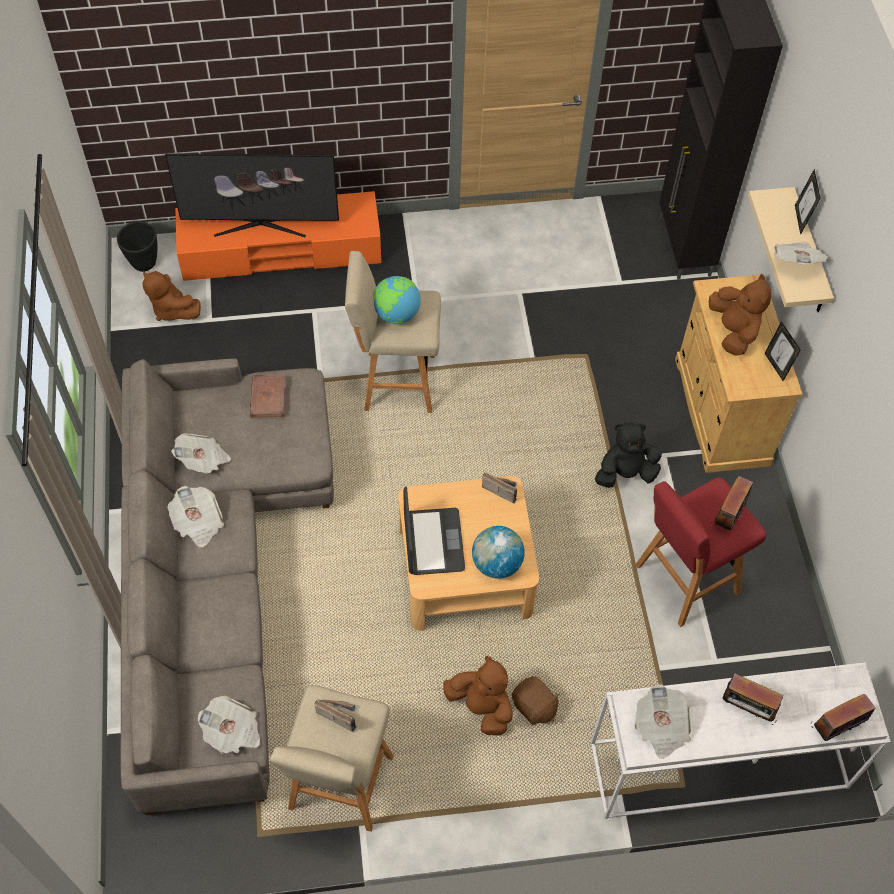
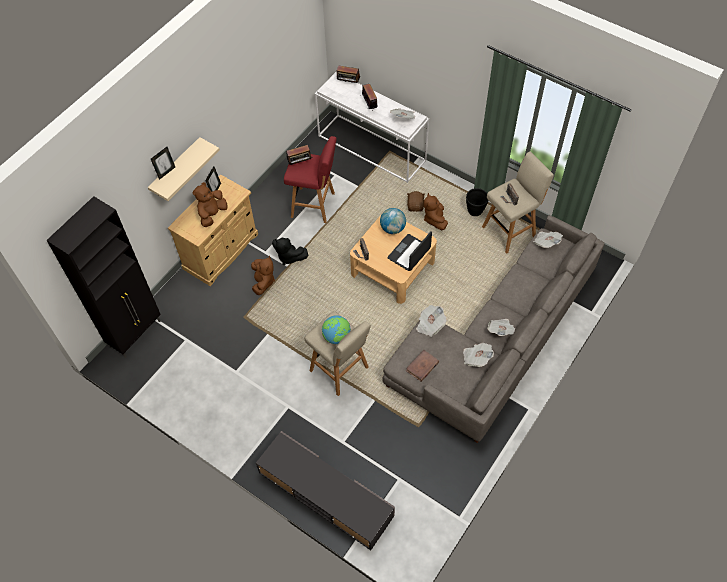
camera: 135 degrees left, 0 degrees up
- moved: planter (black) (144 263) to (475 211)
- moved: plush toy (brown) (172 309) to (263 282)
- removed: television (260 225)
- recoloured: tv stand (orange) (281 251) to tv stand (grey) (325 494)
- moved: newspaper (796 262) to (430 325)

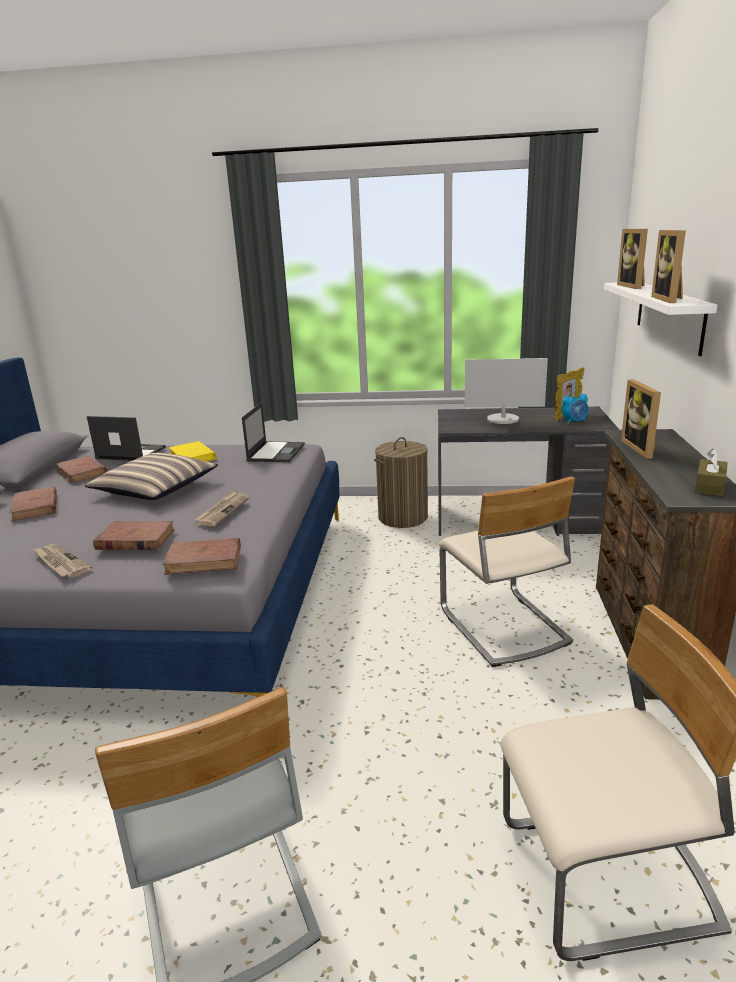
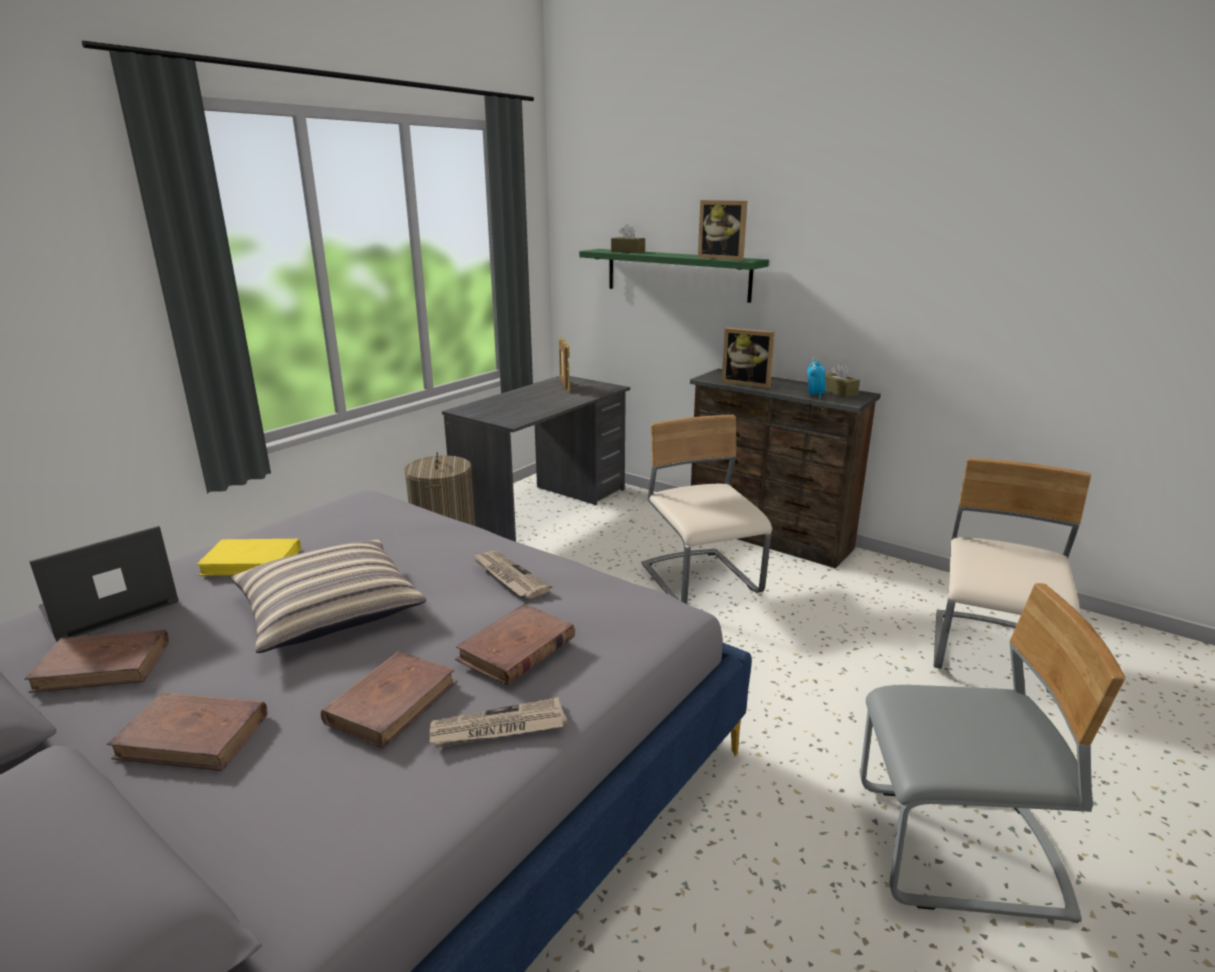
camera: 60 degrees left, 0 degrees up
- moved: book (brown) (204 560) to (392 702)
- removed: laptop (276 452)
- turned: chair (beige) (502 627) = (701 580) 120 degrees counterclockwise
- removed: monitor (503 419)
- moved: alarm clock (574 422) to (814 395)
- recoloured: shelf (white) (669 315) to shelf (green) (677 274)
- replaced: picture frame (634 286) to tissue box (brown) (628 252)

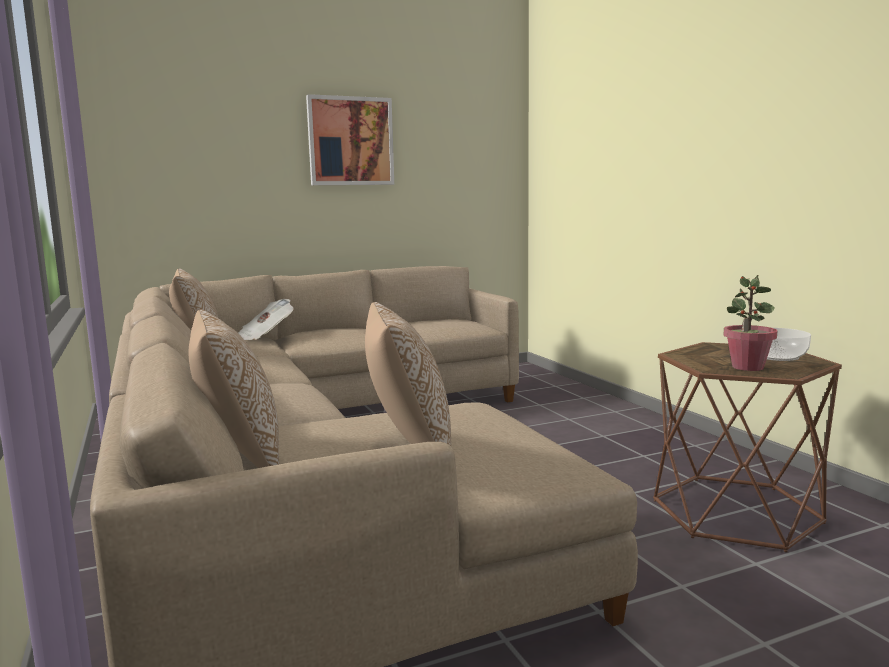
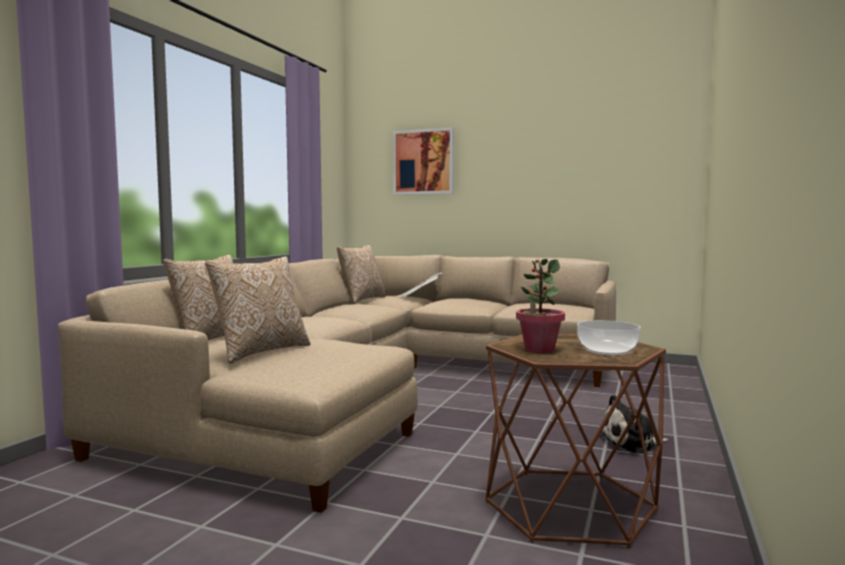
camera: 45 degrees right, 5 degrees down
- moved: picture (350 141) to (423 162)
- added: plush toy (633 444)

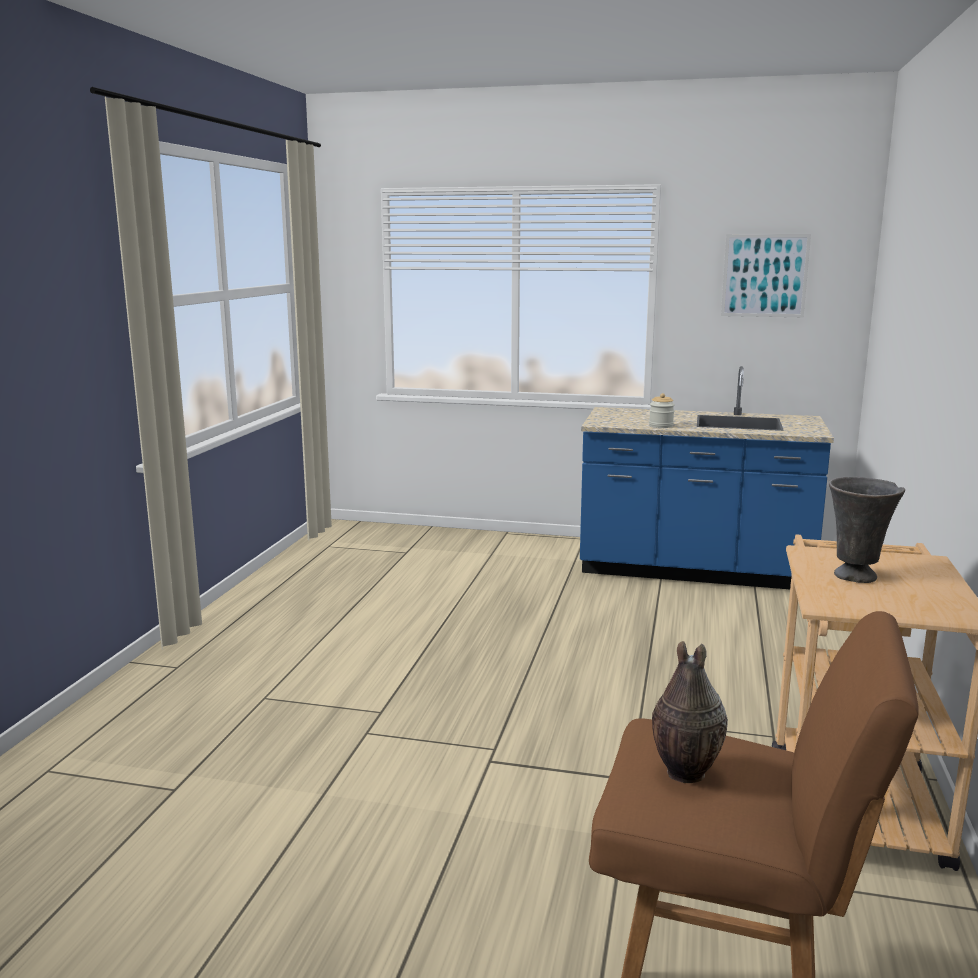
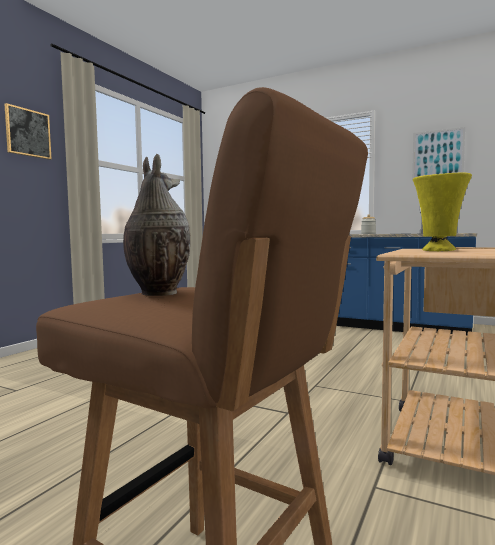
camera: 15 degrees right, 10 degrees down
- recoloured: vase (grey) (856 577) to vase (yellow) (439 250)
- added: picture (28 133)

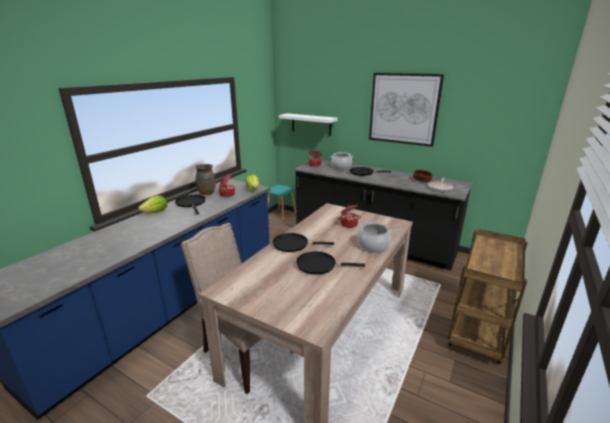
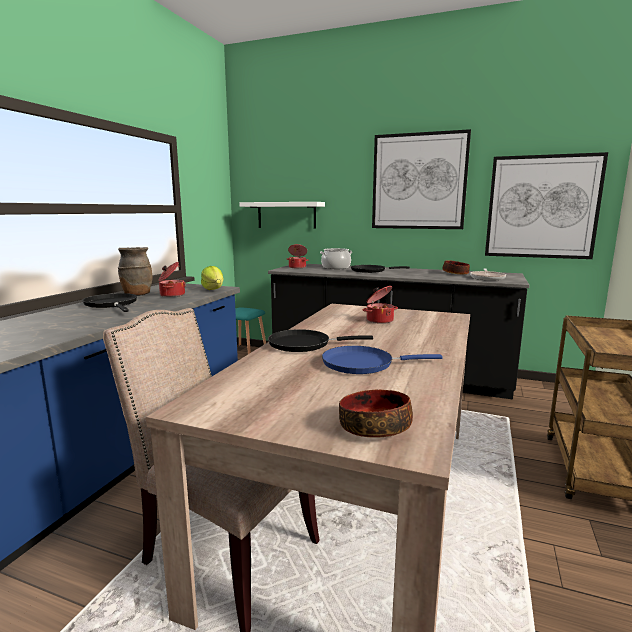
camera: 10 degrees left, 10 degrees down
- removed: lettuce (156 212)
- recoloured: frying pan (black) (319 265) to frying pan (blue) (362 364)
- removed: cooking pot (373 246)
- added: bowl (375 427)
- added: picture (542 207)

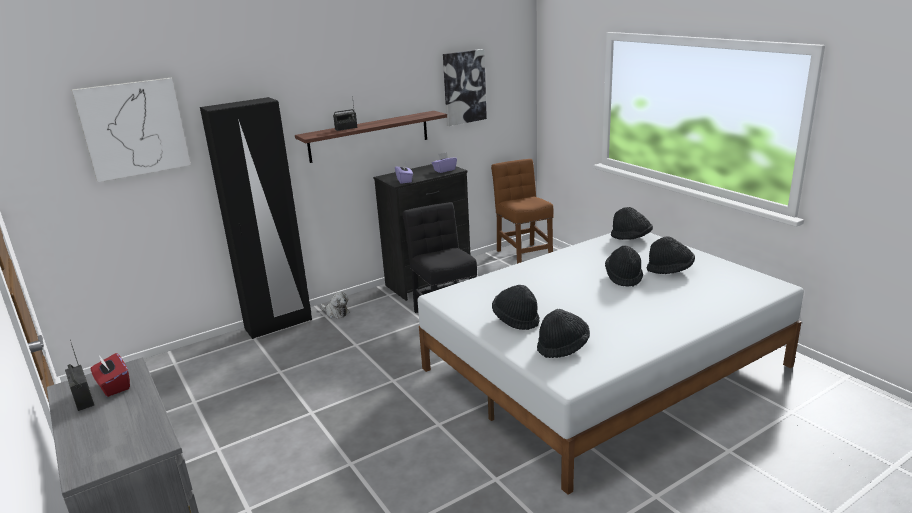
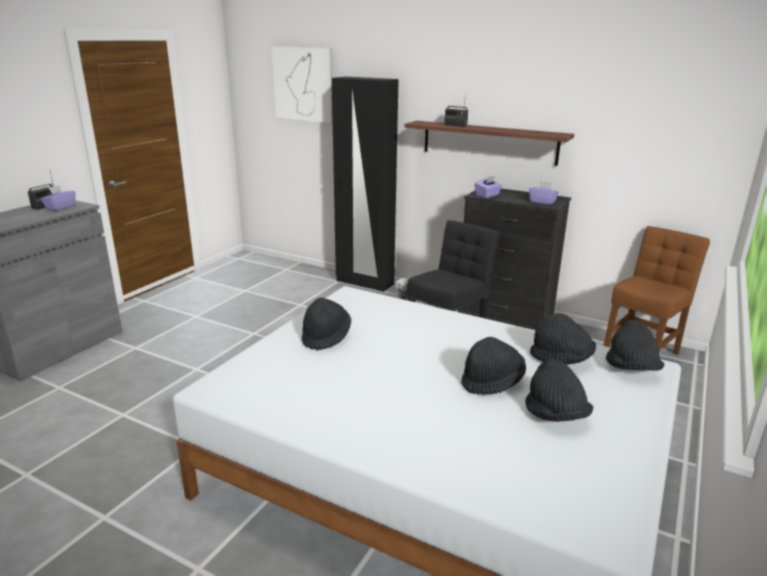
camera: 60 degrees right, 0 degrees up
- recoloured: tissue box (red) (113 386) to tissue box (purple) (60 207)
- removed: picture (464 87)
- moved: hat (black) (563 347) to (561 359)

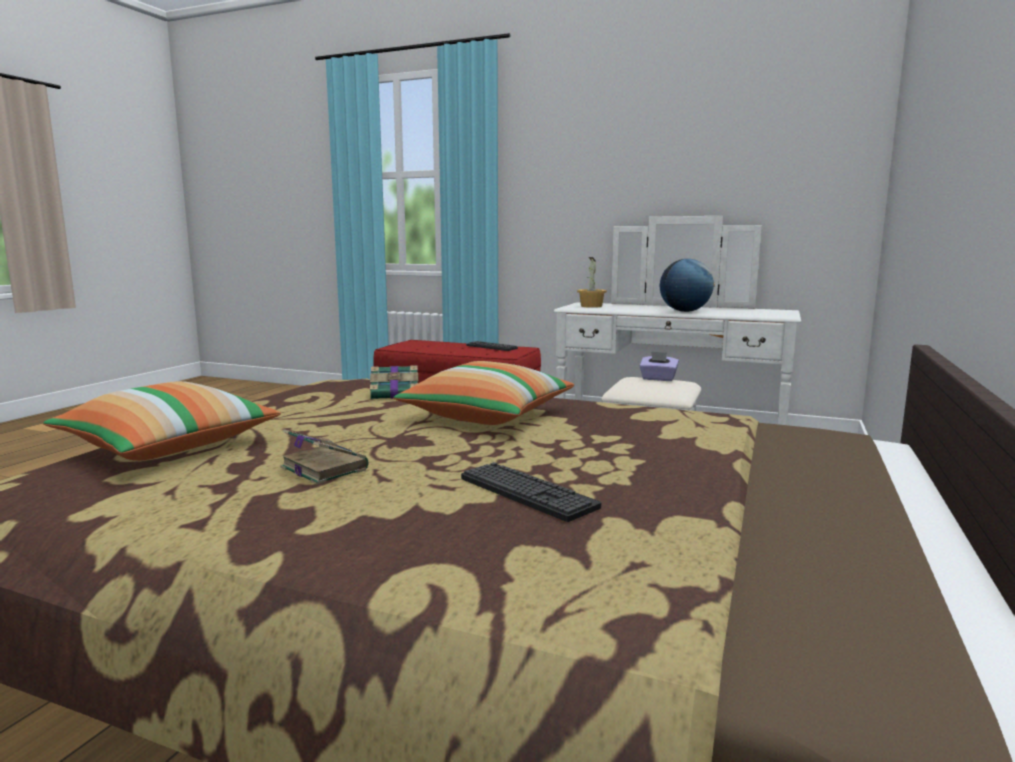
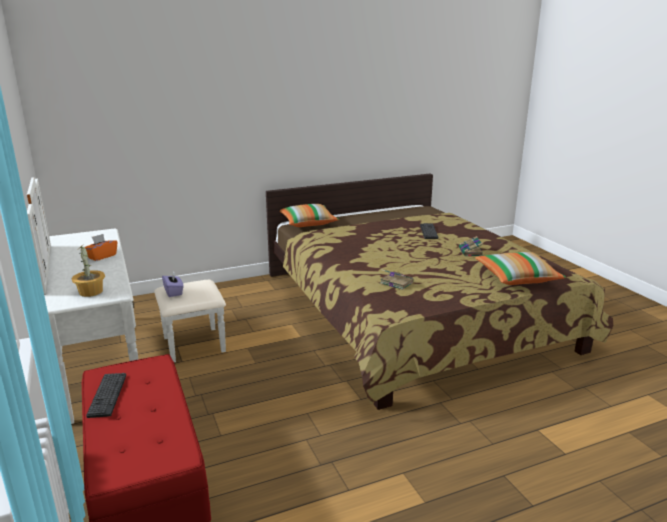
camera: 135 degrees left, 10 degrees up
- moved: pillow (487 416) to (308 223)
- replaced: globe (685 311) to tissue box (orange) (102 256)

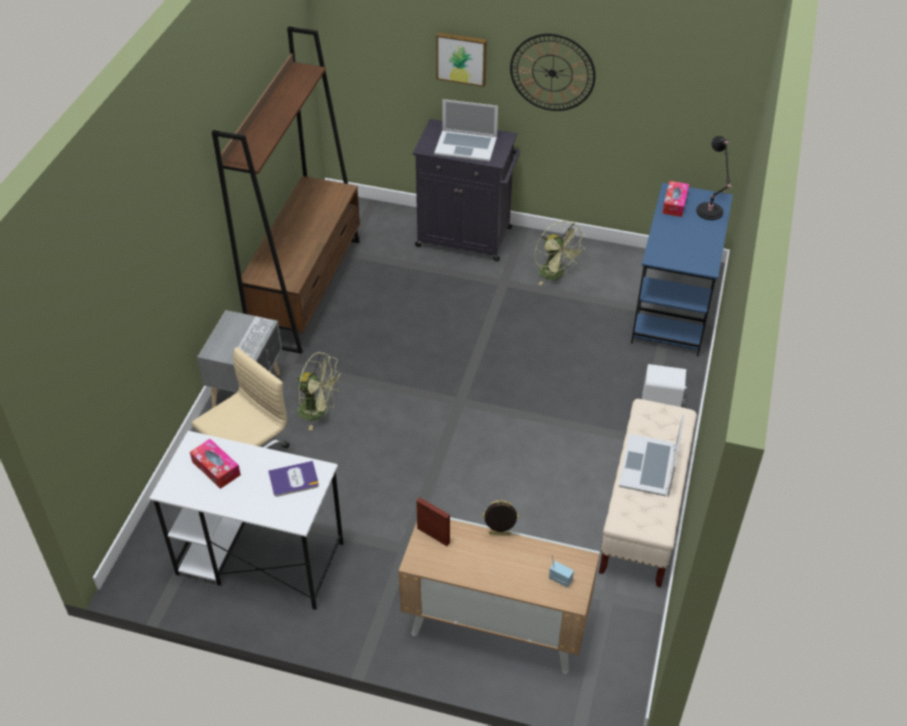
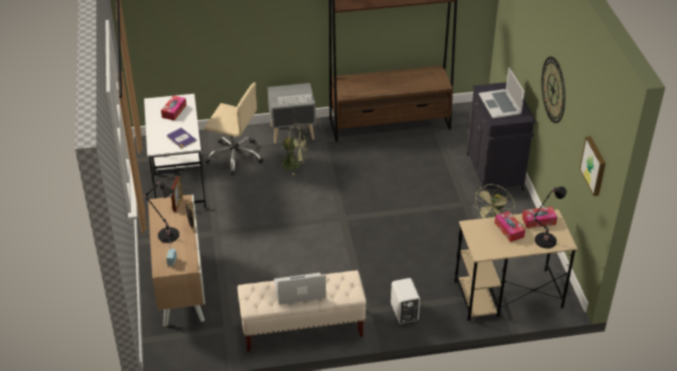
camera: 65 degrees right, 5 degrees down
- turned: fan (green) (318 411) = (295 164) 75 degrees counterclockwise
- moved: picture (462 58) to (594 165)
- recoloured: desk (blue) (673 309) to desk (beige) (507 295)
- added: table lamp (black) (167 234)
- added: tissue box (509 230)

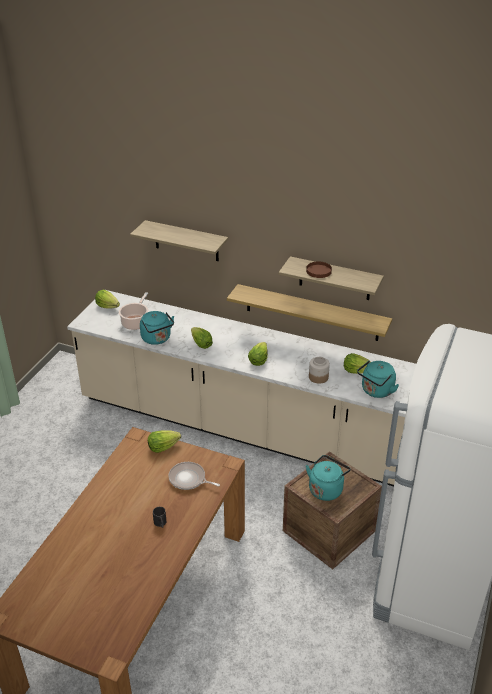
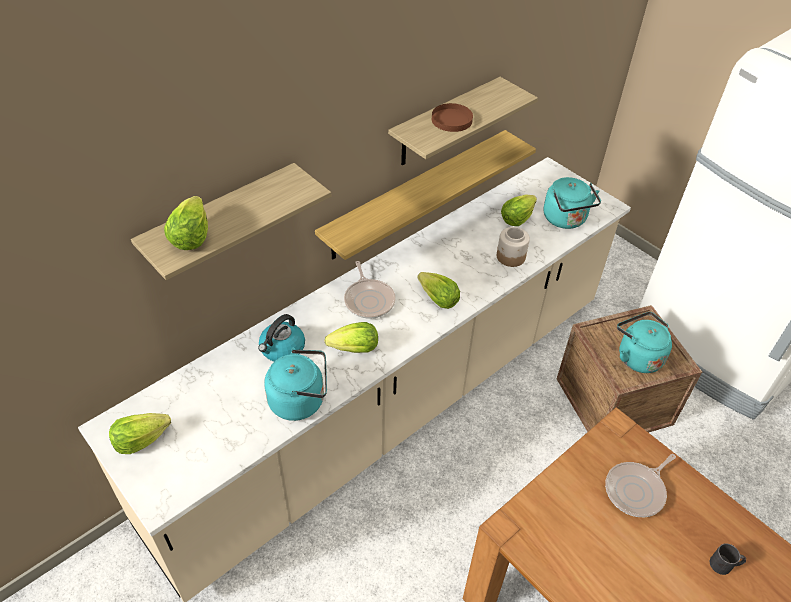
camera: 65 degrees left, 10 degrees up
- removed: cooking pot (135 322)
- moved: lettuce (163 447) to (191 237)
- added: kettle (282 349)
- added: frying pan (369 300)

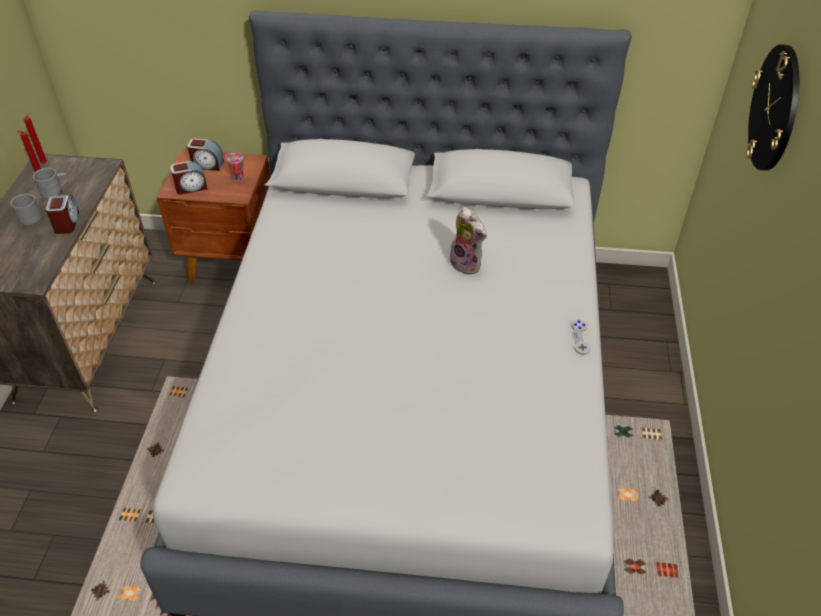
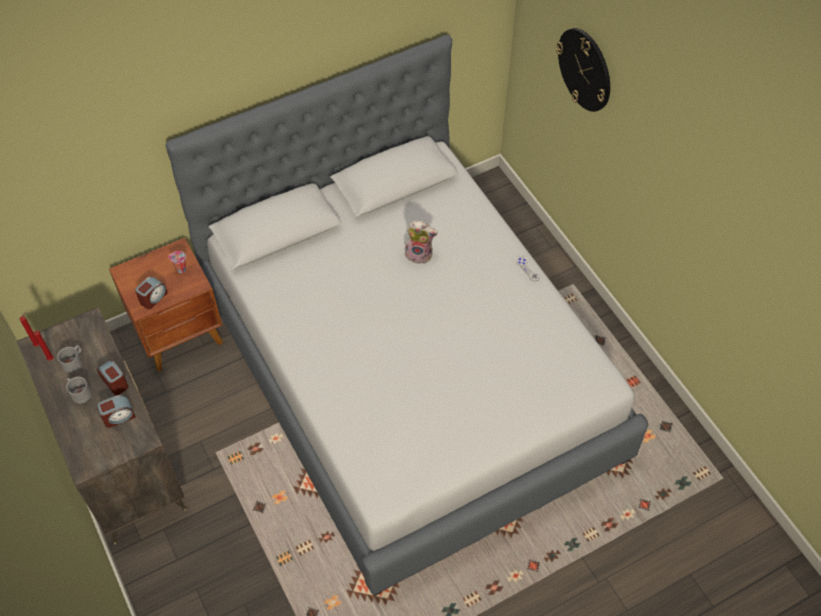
camera: 35 degrees left, 10 degrees up
- moved: alarm clock (207 165) to (118 416)

